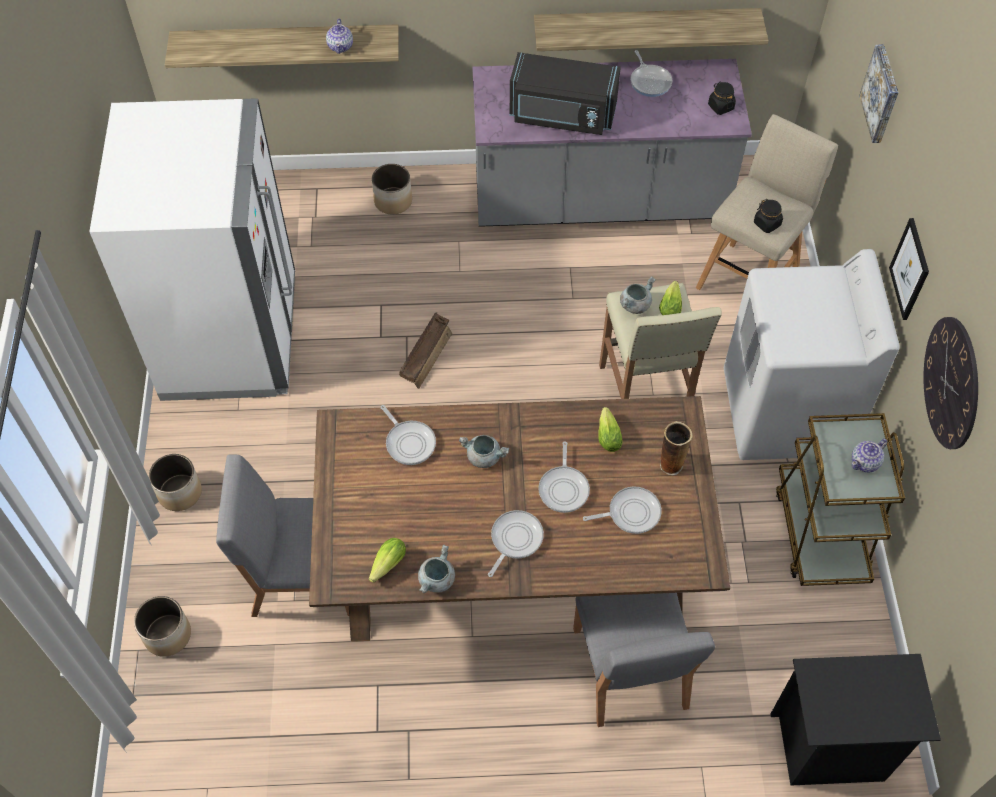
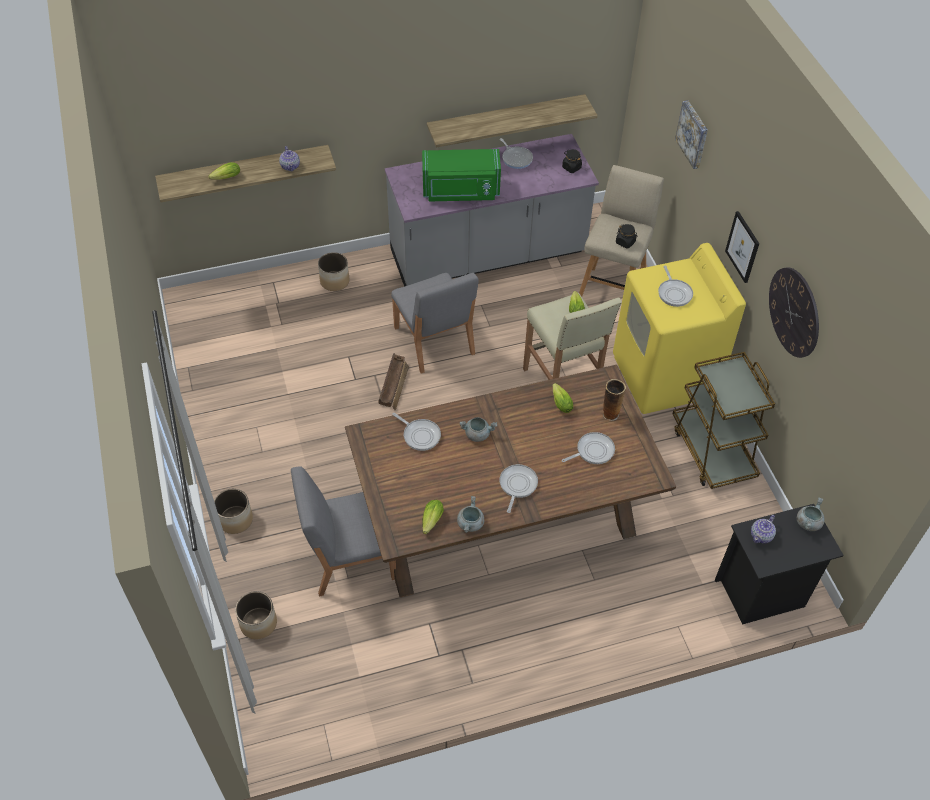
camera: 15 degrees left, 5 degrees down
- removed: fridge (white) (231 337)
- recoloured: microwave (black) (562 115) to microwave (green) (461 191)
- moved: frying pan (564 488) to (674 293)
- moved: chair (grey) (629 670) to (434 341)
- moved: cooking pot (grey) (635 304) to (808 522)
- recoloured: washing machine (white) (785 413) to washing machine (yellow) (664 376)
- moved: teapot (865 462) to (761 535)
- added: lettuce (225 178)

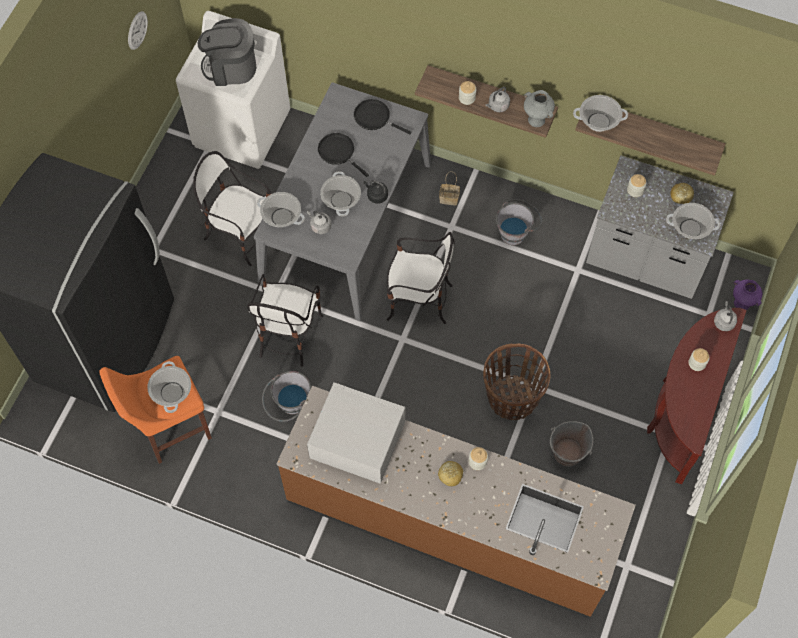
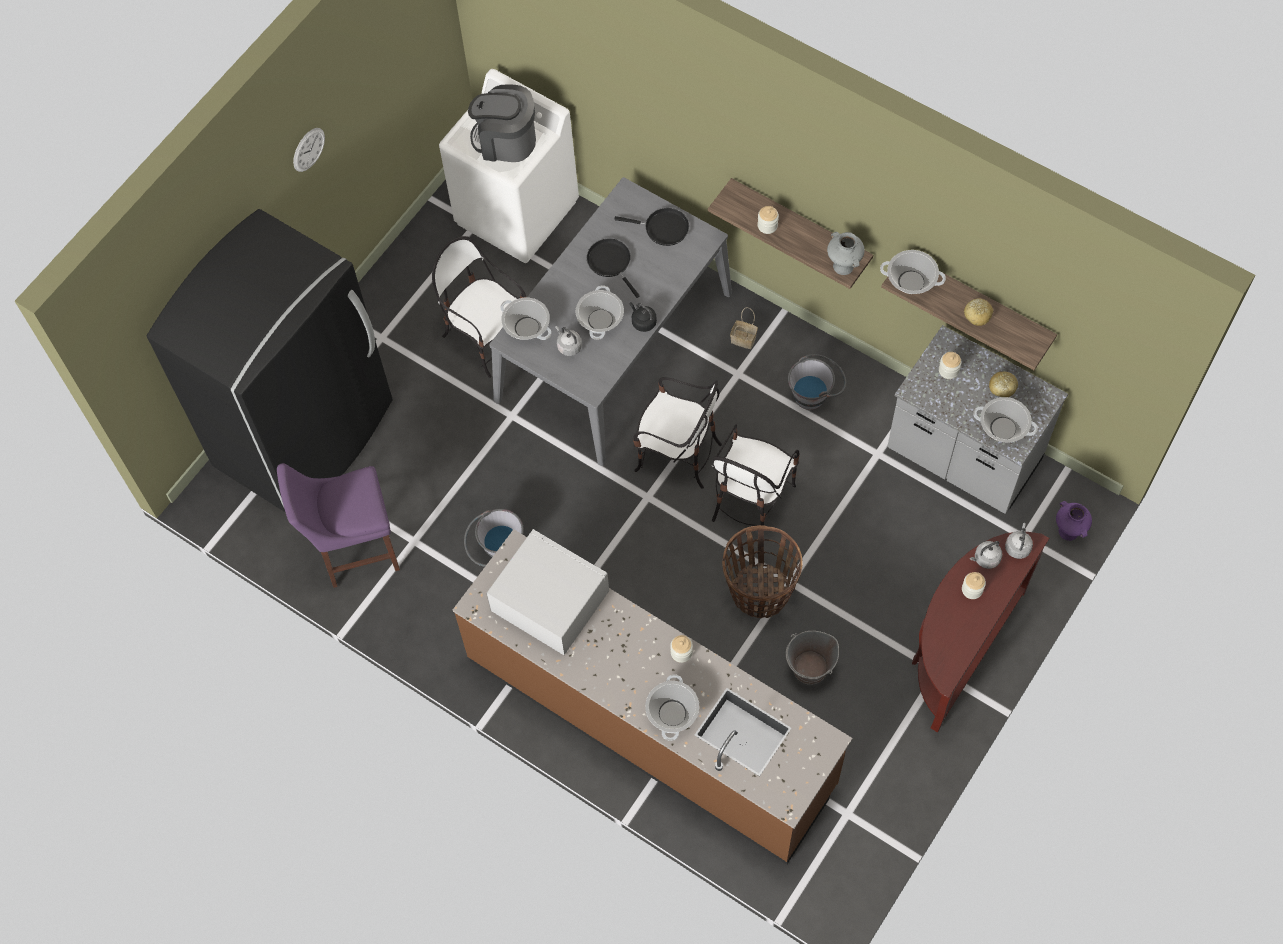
camera: 15 degrees right, 0 degrees up
- recoloured: stool (orange) (170 430) to stool (purple) (354 551)
- moved: wall clock (137 30) to (308 149)
- moved: cooking pot (171 392) to (672 713)
- moved: chair (288 334) to (751 500)
- turned: frying pan (black) (374 117) = (663 228) 150 degrees clockwise
- moved: bread (450 475) to (977 314)
- moved: kettle (grey) (497 106) to (985 559)

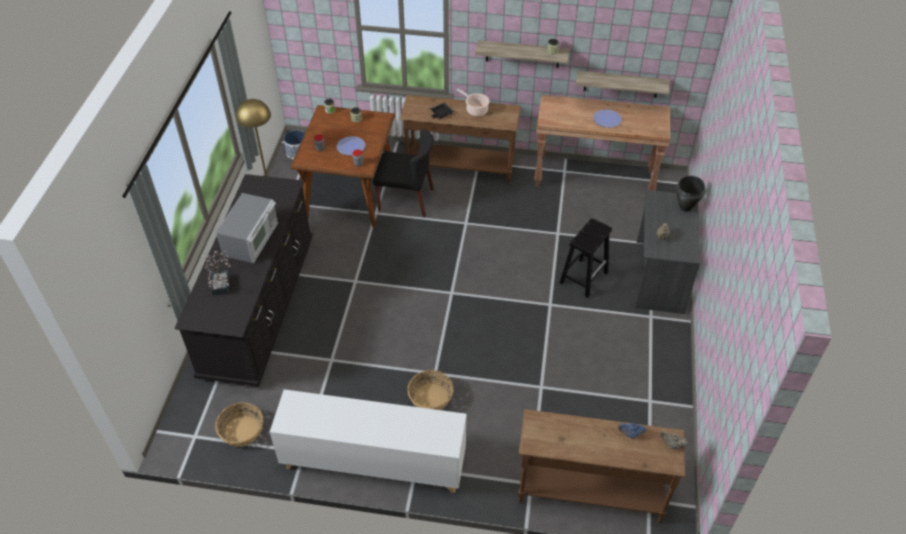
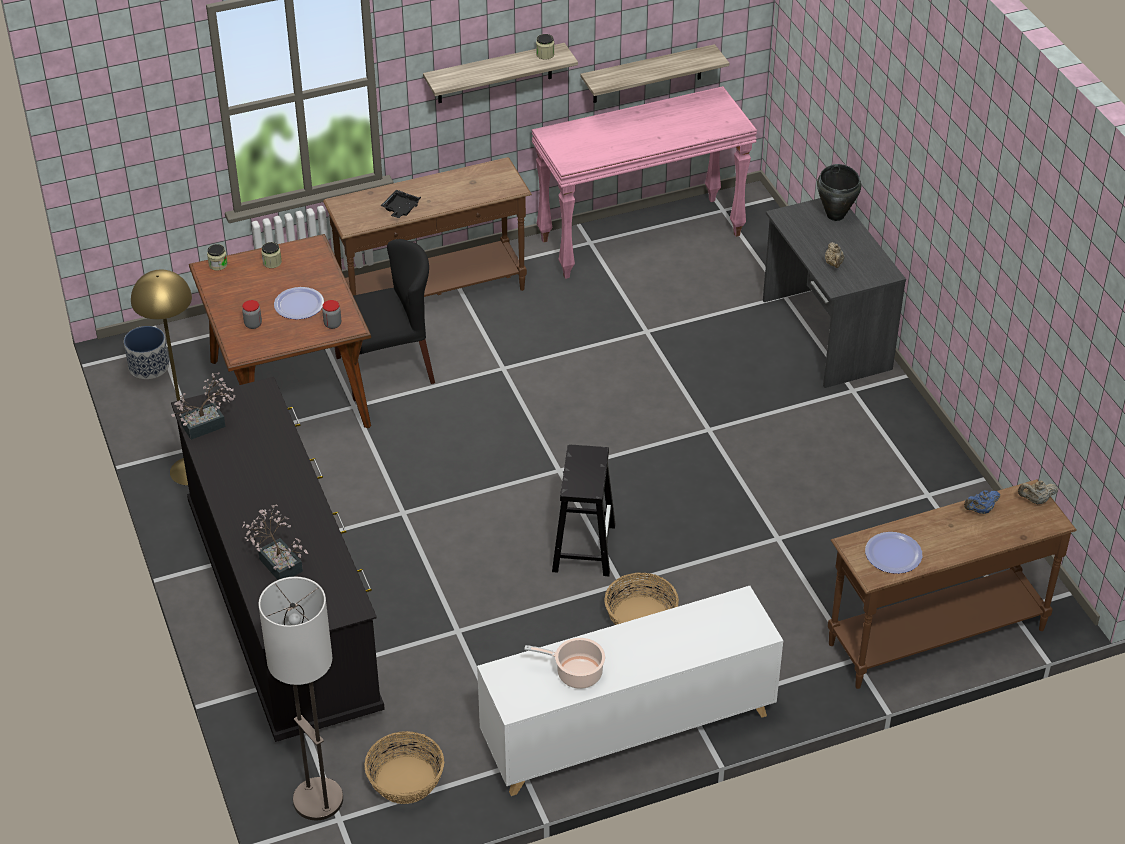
camera: 30 degrees left, 5 degrees down
- removed: microwave (252 239)
- moved: cooking pot (475 110) to (576 673)
- recoloured: console table (brown) (594 178) to console table (pink) (641 237)
- moved: stool (black) (584 277) to (583 547)
- moved: plate (607 119) to (893 554)
- added: potted plant (208 424)
- added: floor lamp (317 800)

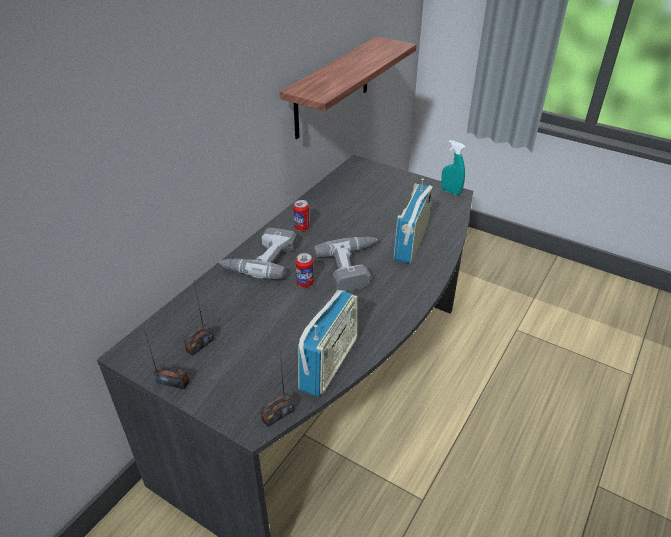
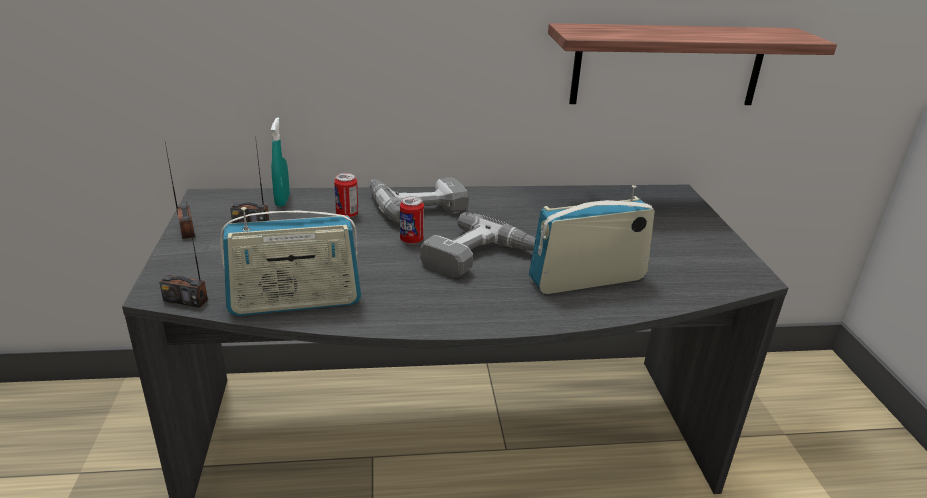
camera: 50 degrees right, 10 degrees down
- moved: can (302 227) to (347 214)
- moved: spray bottle (turquoise) (450 191) to (282 200)

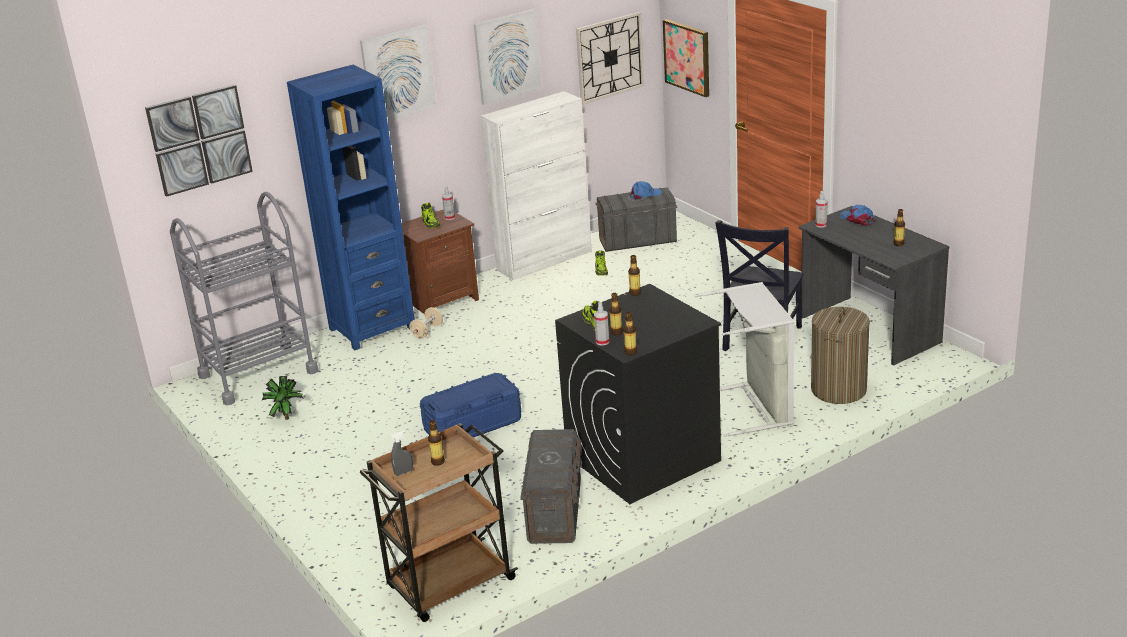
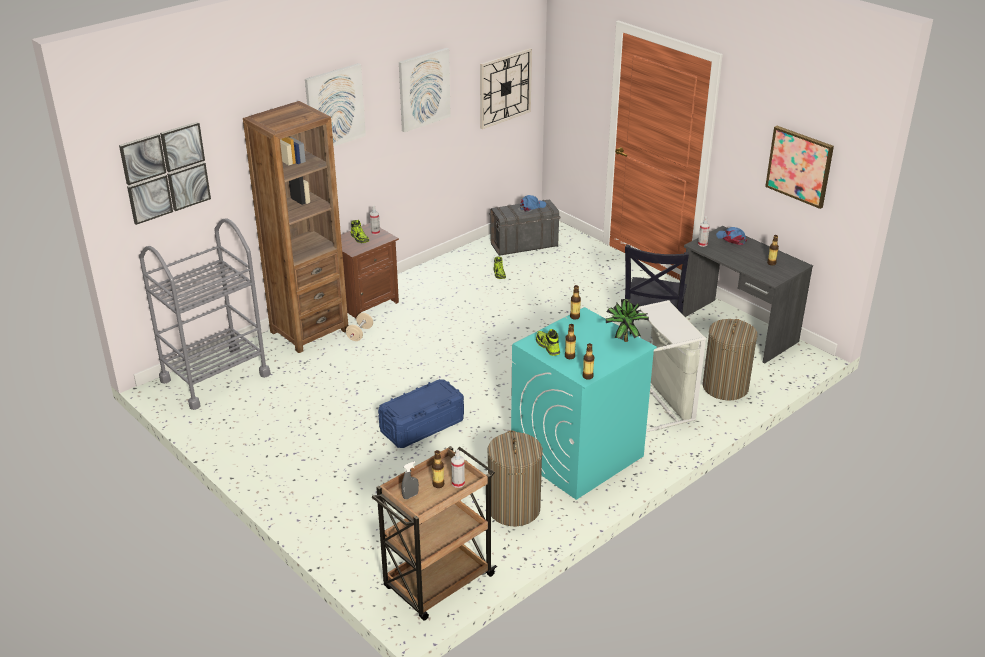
camera: 10 degrees left, 5 degrees up
- moved: potted plant (286 417) to (624 339)
- recoloured: bookcase (blue) (372 328) to bookcase (brown) (309 331)
- removed: cabinet (white) (545 260)
- replaced: storage box (grey) (555 511) to laundry basket (514 508)
- recoloured: washing machine (black) (642 459) to washing machine (turquoise) (577 455)
- moved: spray bottle (602 342) to (458 483)
- moved: picture (687 57) to (799 166)

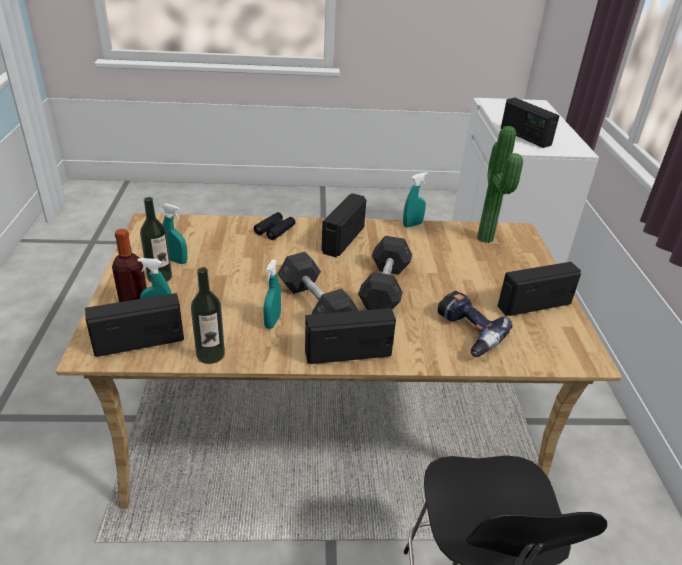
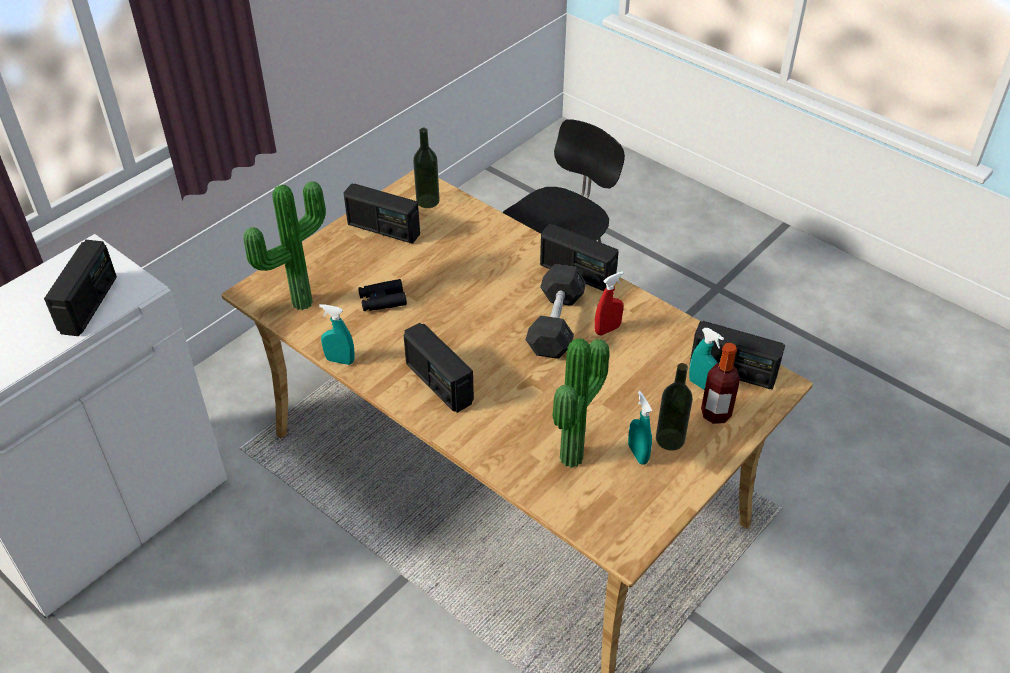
camera: 135 degrees left, 10 degrees up
- moved: bottle (210 354) to (427 201)
- moved: binoculars (black) (275 230) to (382 300)
- recoloured: spray bottle (turquoise) (272 322) to spray bottle (red) (607 329)
- turned: radio (342 239) = (438 383) 75 degrees clockwise
- removed: dumbbell (grey) (384 287)
- removed: power drill (466 333)
- added: potted plant (576 459)

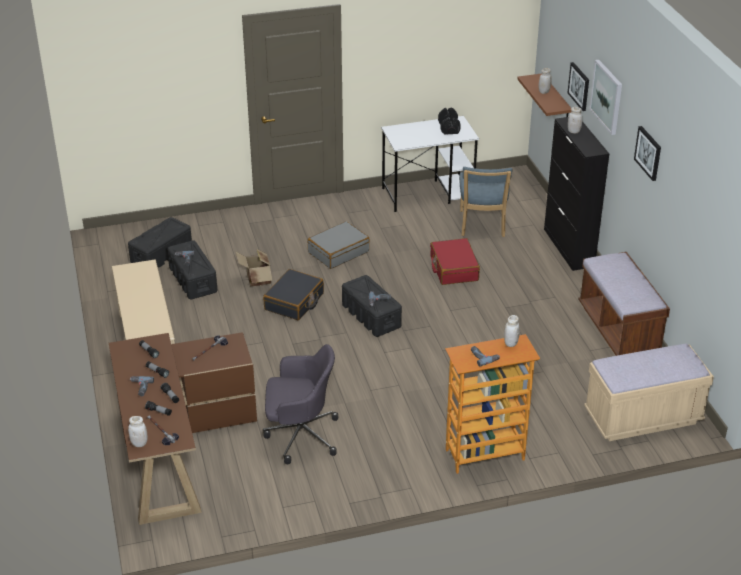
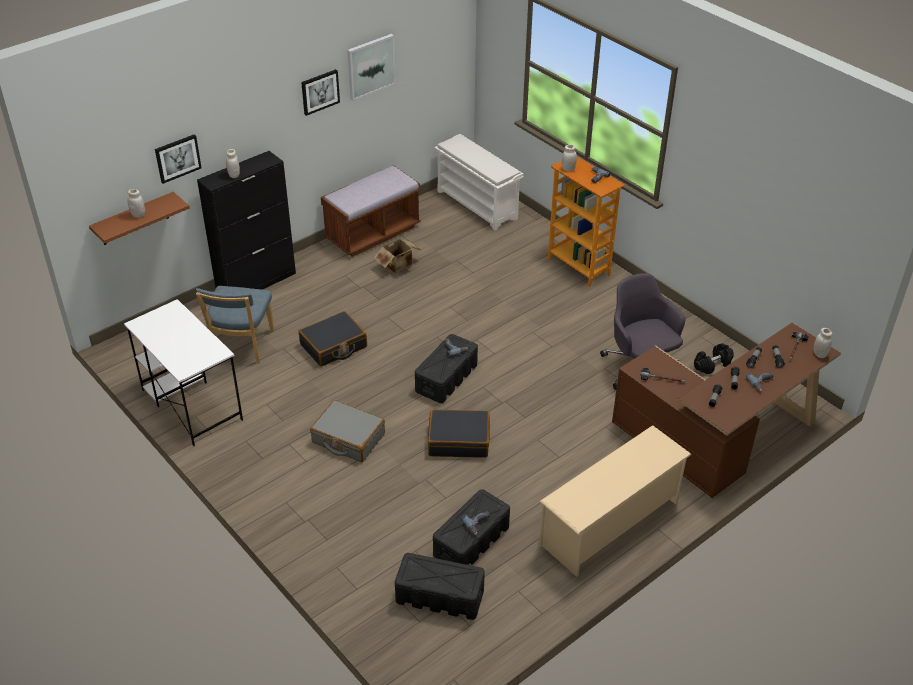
camera: 115 degrees left, 5 degrees up
- moved: cardboard box (256 280) to (400 266)
- recoloured: suitcase (red) (453 268) to suitcase (black) (333 346)
- moved: dumbbell (black) (448 128) to (712 365)
- turned: chair (blue) (482 225) = (241 347) 120 degrees clockwise
- replaced: bench (beige) (643 418) to shoe rack (white) (478 205)
- moved: picture (607 96) to (370 66)

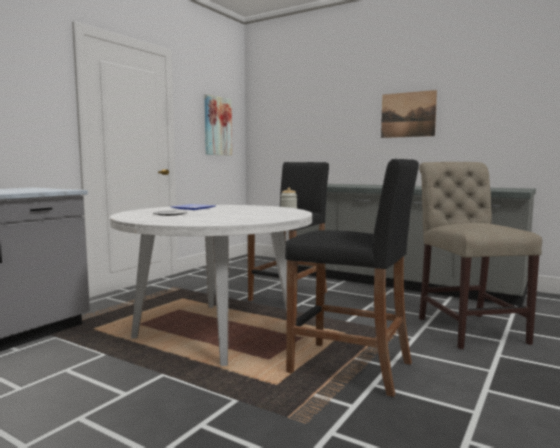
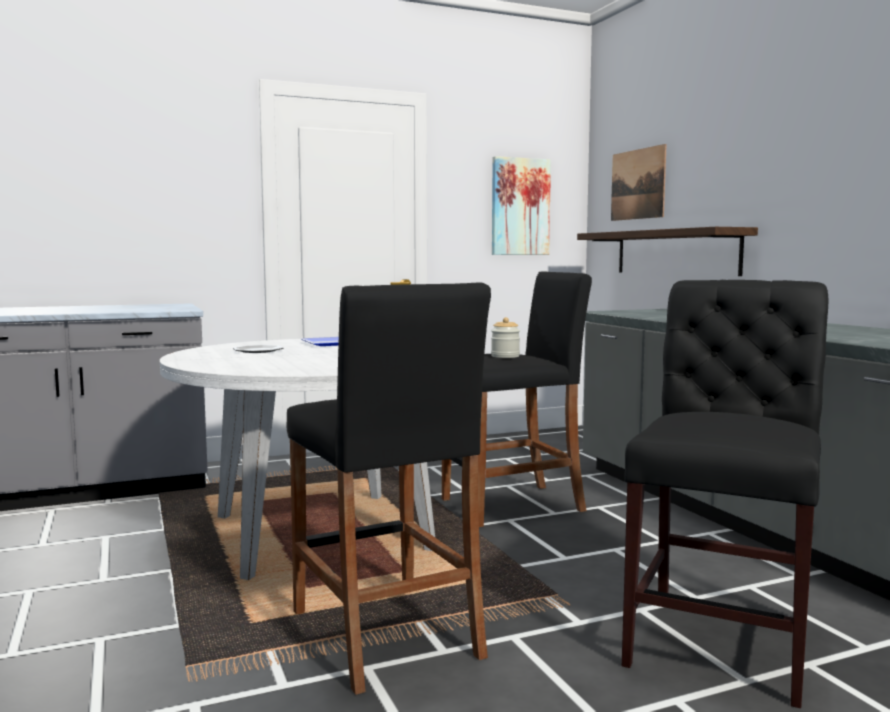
camera: 35 degrees right, 0 degrees up
- moved: picture (408 114) to (637 184)
- recoloured: chair (beige) (468 328) to chair (black) (723 636)
- added: shelf (675 252)

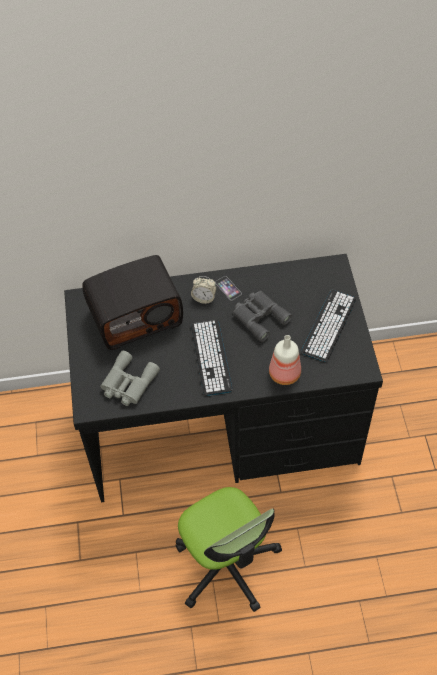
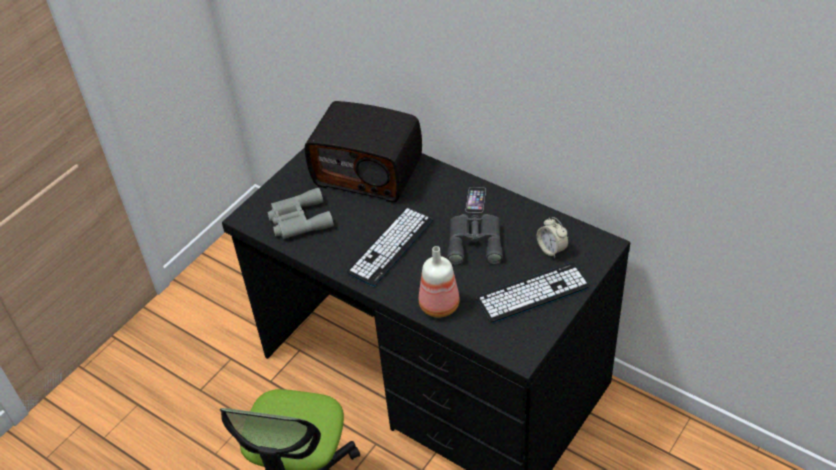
camera: 45 degrees right, 10 degrees down
- moved: alarm clock (204 298) to (552 249)

